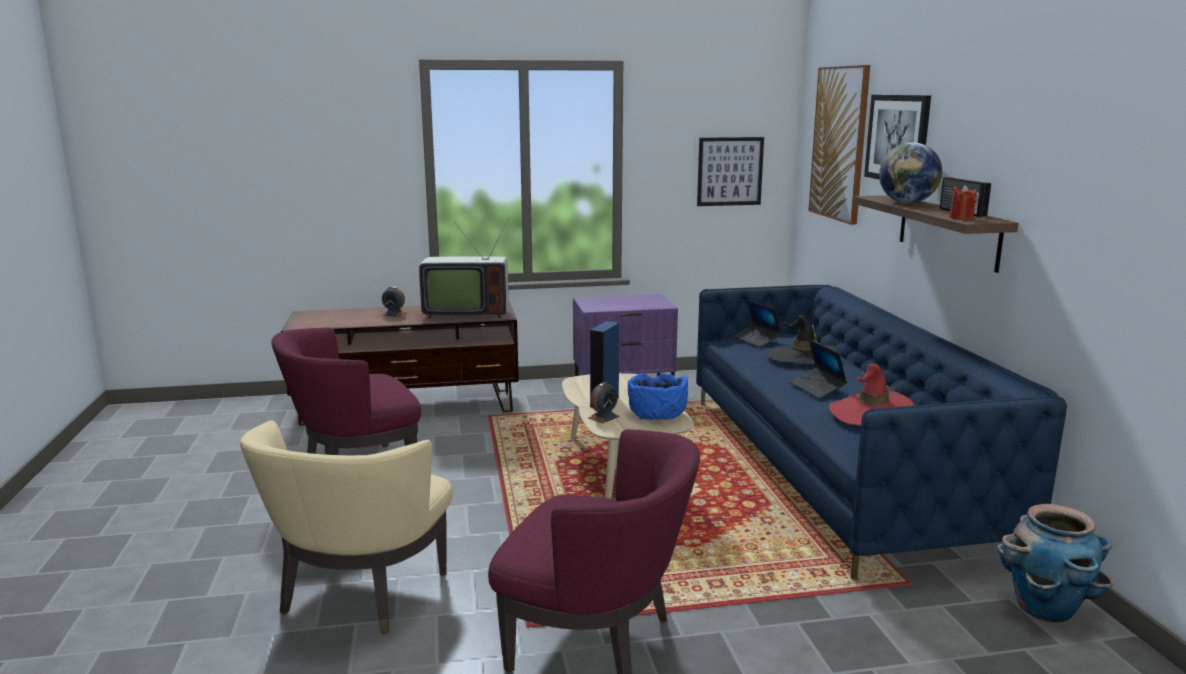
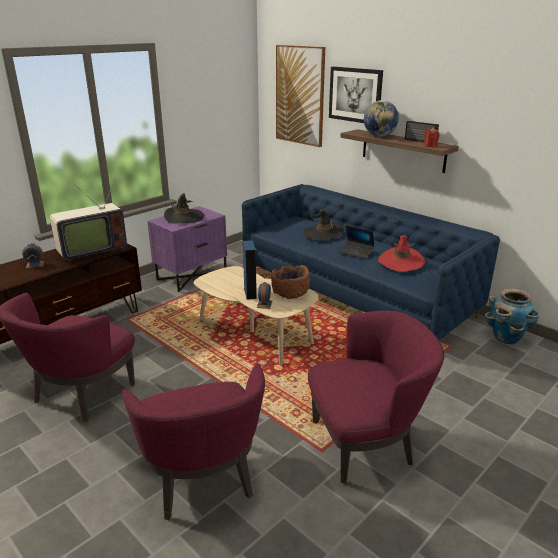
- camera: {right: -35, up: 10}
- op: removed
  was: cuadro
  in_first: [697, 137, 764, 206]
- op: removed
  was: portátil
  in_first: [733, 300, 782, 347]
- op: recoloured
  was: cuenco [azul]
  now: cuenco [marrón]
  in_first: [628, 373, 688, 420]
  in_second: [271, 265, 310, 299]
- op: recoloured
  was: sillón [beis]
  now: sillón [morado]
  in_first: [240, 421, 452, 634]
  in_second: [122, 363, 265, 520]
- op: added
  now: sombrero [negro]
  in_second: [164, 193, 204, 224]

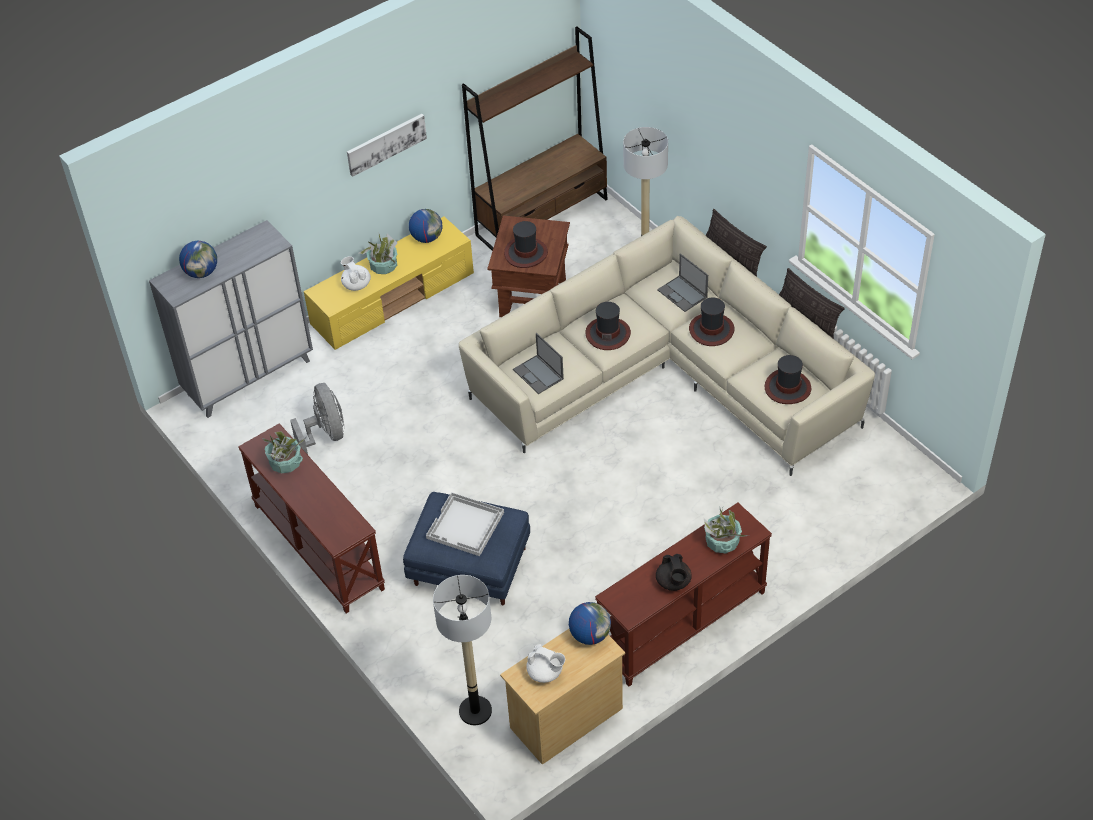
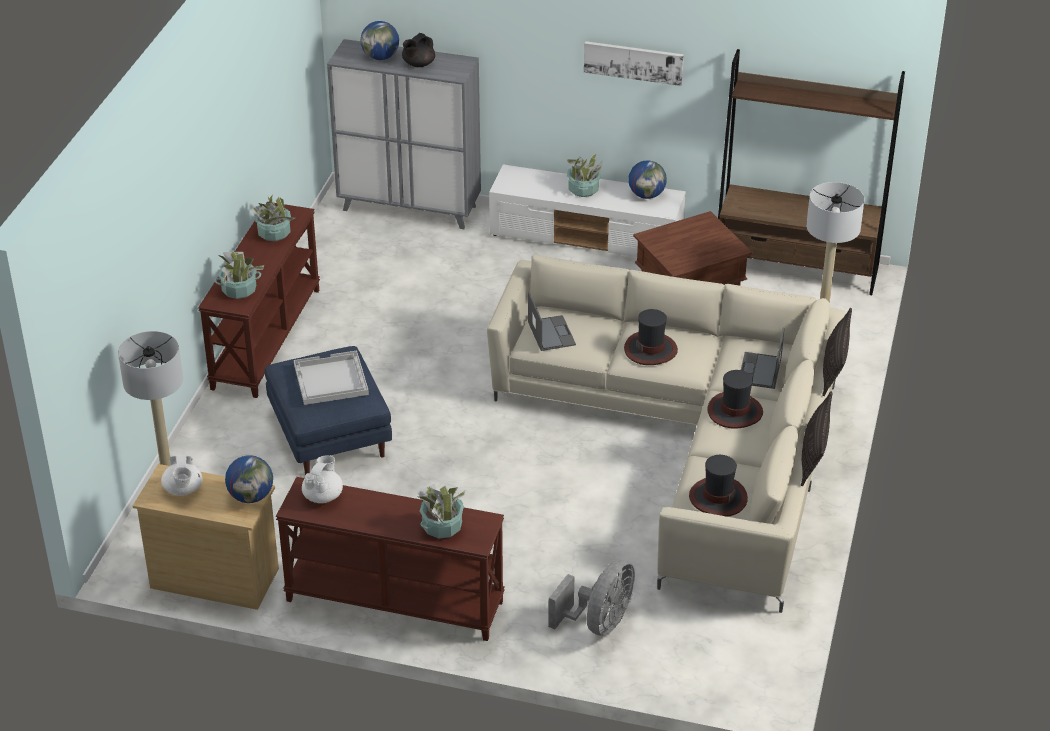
- camera: {right: 50, up: -10}
- op: recoloured
  was: mueble de televisión [amarillo]
  now: mueble de televisión [blanco]
  in_first: [304, 217, 474, 350]
  in_second: [489, 165, 686, 257]
- op: removed
  was: sombrero
  in_first: [504, 221, 548, 268]
- op: moved
  was: tetera [blanco]
  in_first: [341, 256, 371, 291]
  in_second: [302, 456, 343, 503]
- op: turned
  was: portátil
  in_first: [513, 333, 564, 394]
  in_second: [528, 292, 576, 351]
  clockwise: 150
- op: moved
  was: ventilador [gris]
  in_first: [290, 383, 344, 455]
  in_second: [548, 559, 635, 636]
- op: moved
  was: tetera [negro]
  in_first: [656, 554, 692, 591]
  in_second: [402, 33, 435, 67]
- op: added
  now: planta en maceta
  in_second: [215, 250, 264, 299]

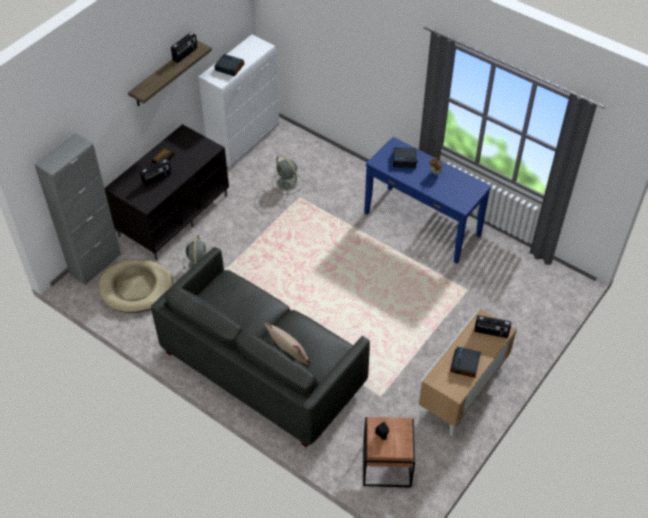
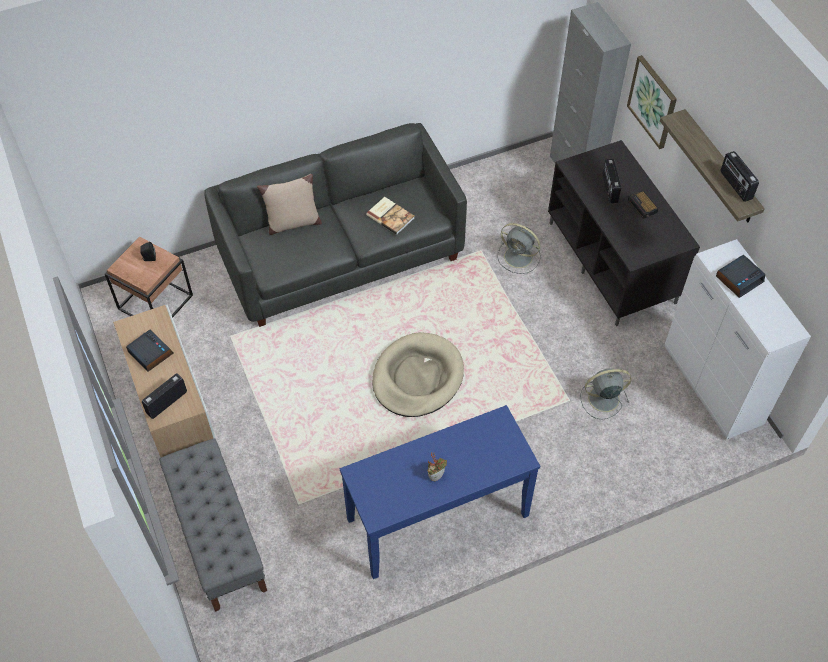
- camera: {right: 120, up: 5}
- op: removed
  was: despertador
  in_first: [393, 147, 417, 168]
- op: moved
  was: cama para perro [beis]
  in_first: [99, 259, 173, 313]
  in_second: [372, 332, 464, 417]
- op: added
  now: cuadro
  in_second: [627, 55, 677, 149]
- op: added
  now: libro
  in_second: [366, 197, 415, 235]
- op: added
  now: banco [gris]
  in_second: [159, 438, 267, 612]

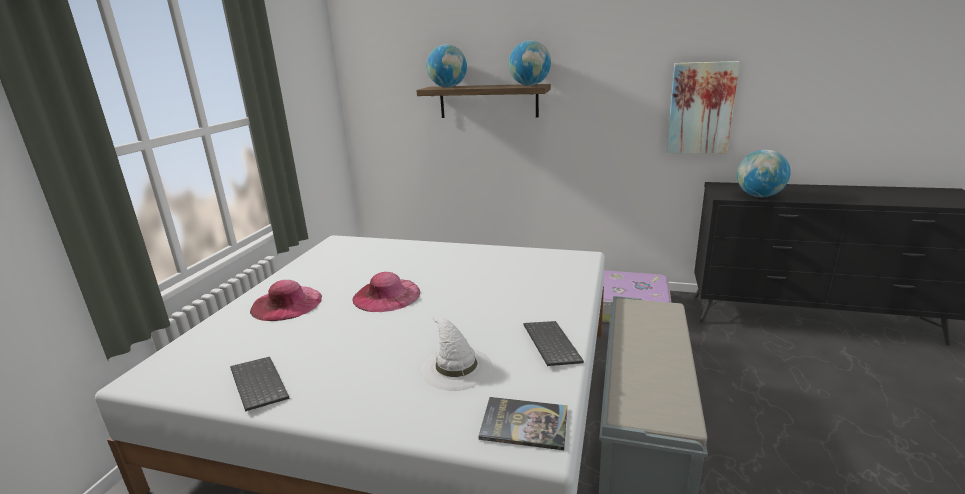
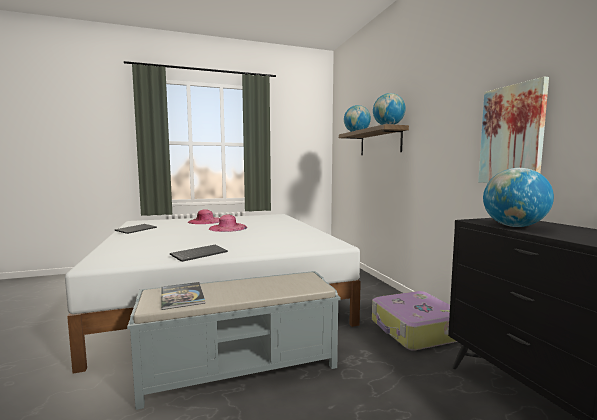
- camera: {right: 55, up: -15}
- op: removed
  was: sombrero [blanco]
  in_first: [421, 317, 492, 391]
- op: moved
  was: libro
  in_first: [479, 397, 567, 450]
  in_second: [161, 282, 205, 310]

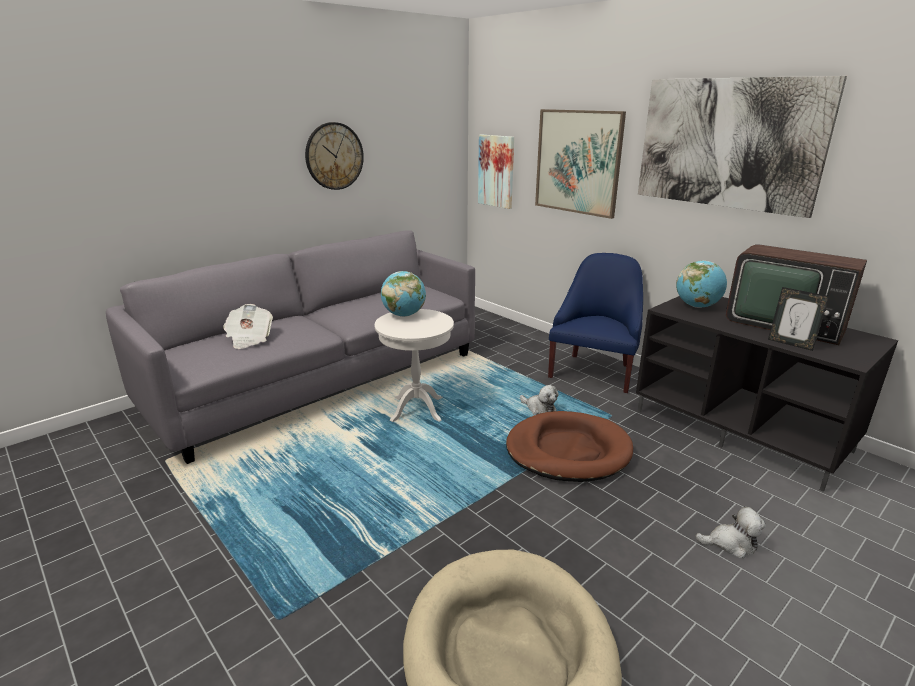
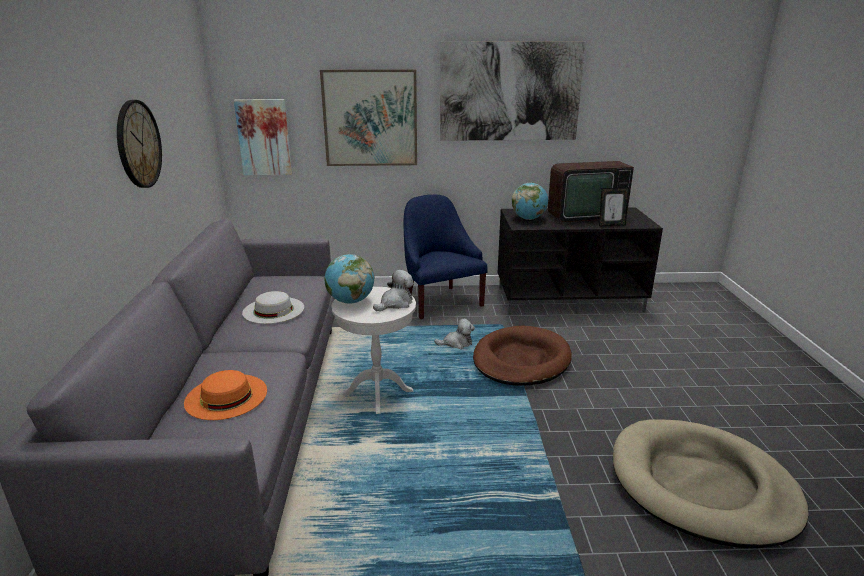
- camera: {right: -50, up: 0}
- op: replaced
  was: periódico
  now: sombrero [naranja]
  in_first: [223, 304, 273, 349]
  in_second: [184, 370, 267, 420]
- op: moved
  was: peluche
  in_first: [695, 507, 766, 558]
  in_second: [373, 270, 414, 311]
- op: added
  now: sombrero [blanco]
  in_second: [242, 291, 304, 324]

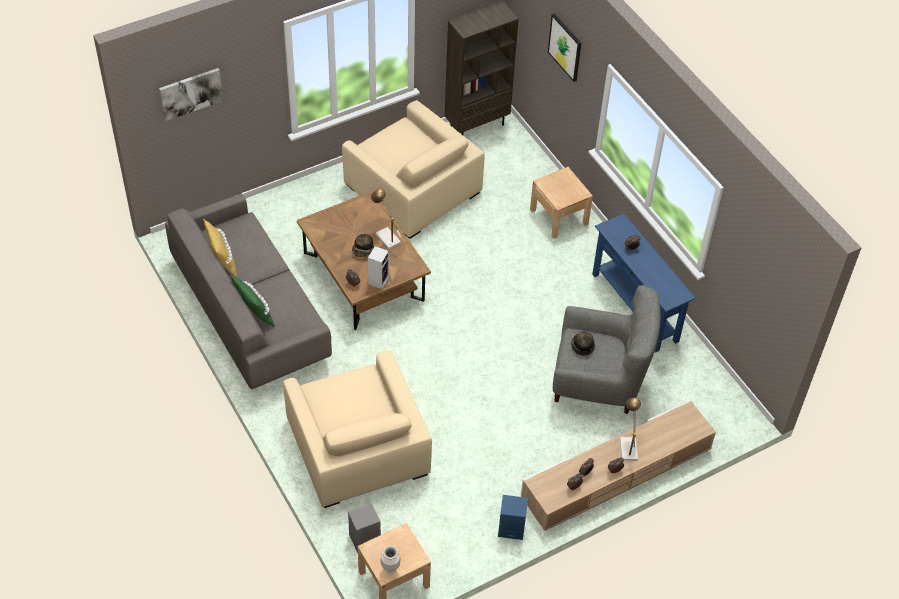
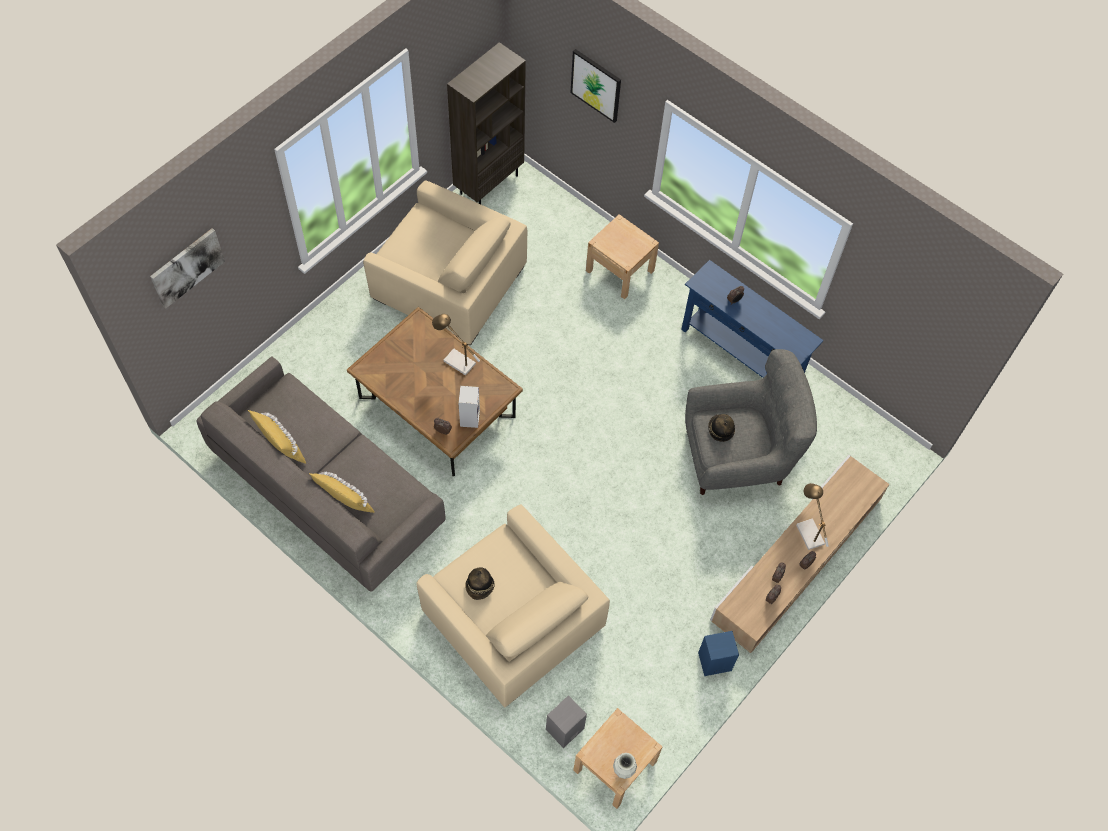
- camera: {right: -20, up: 10}
- op: moved
  was: sombrero
  in_first: [352, 234, 375, 257]
  in_second: [465, 567, 495, 600]
- op: recoloured
  was: cojín [verde]
  now: cojín [amarillo]
  in_first: [230, 275, 275, 327]
  in_second: [309, 471, 375, 513]

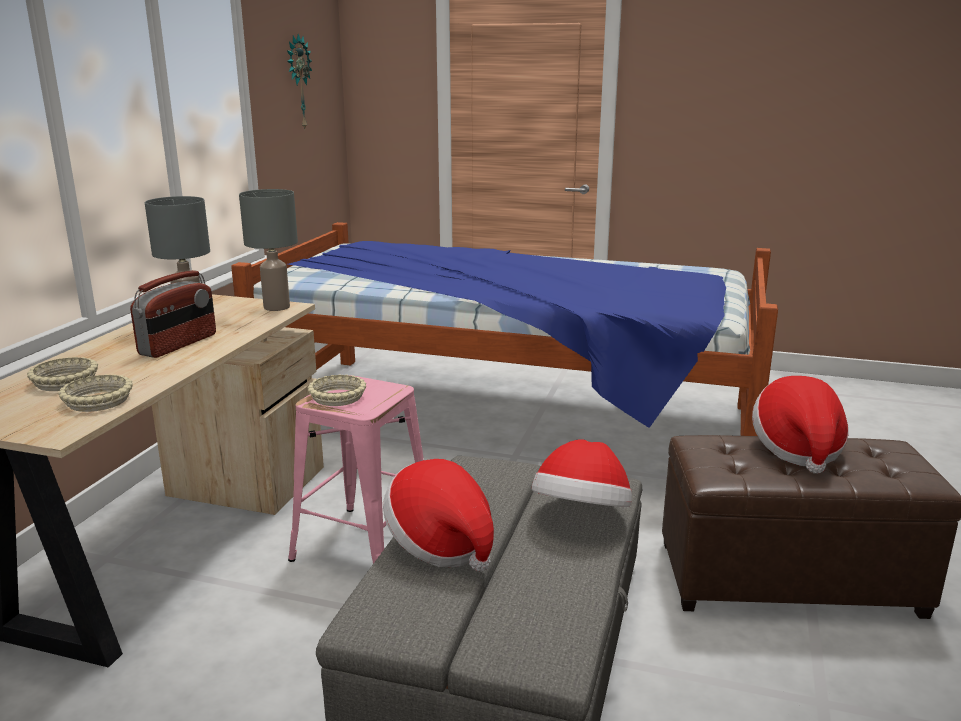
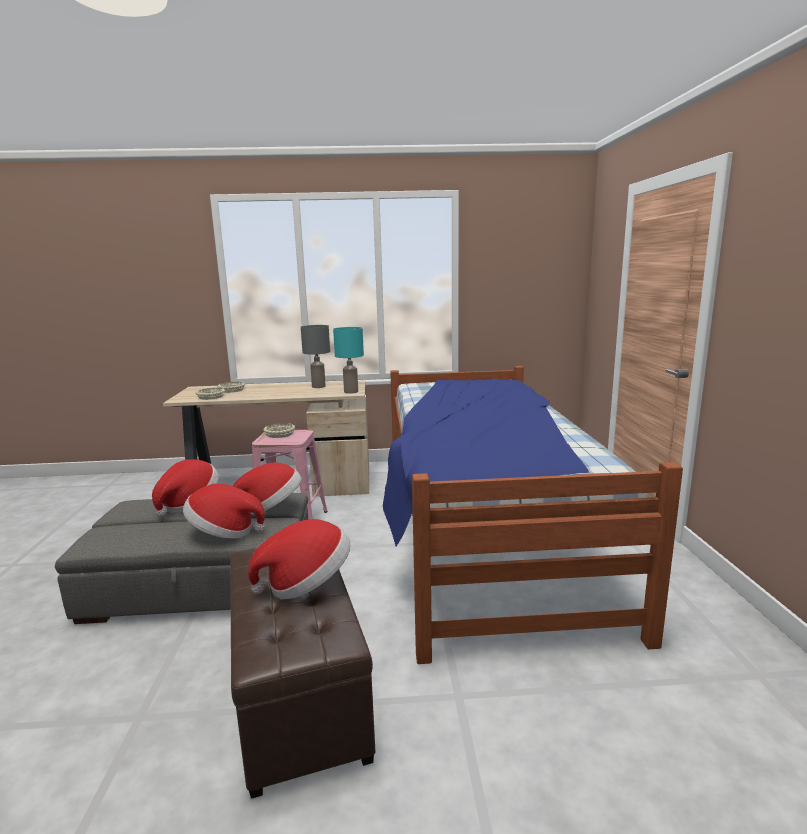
- camera: {right: 70, up: -5}
- op: removed
  was: reloj de pared
  in_first: [287, 34, 312, 129]
- op: recoloured
  was: lámpara de mesa [gris]
  now: lámpara de mesa [turquesa]
  in_first: [239, 189, 298, 311]
  in_second: [333, 327, 364, 394]
- op: removed
  was: radio
  in_first: [130, 270, 216, 358]
- op: added
  now: sombrero
  in_second: [233, 462, 301, 515]

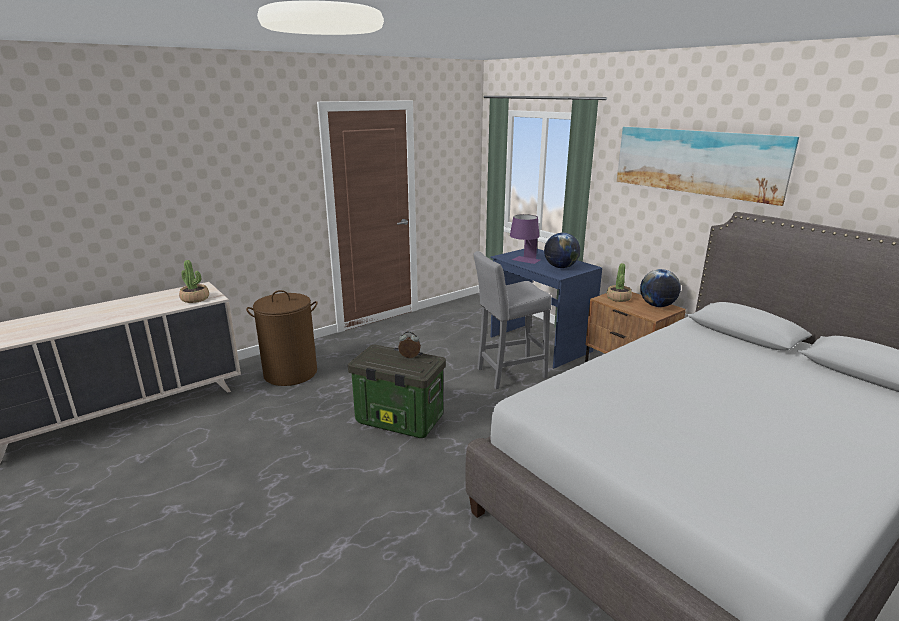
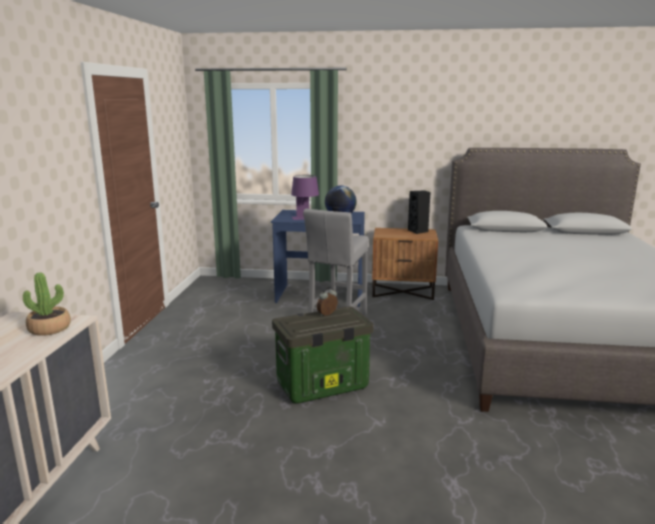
- camera: {right: -45, up: -5}
- op: removed
  was: cuadro
  in_first: [617, 127, 799, 206]
- op: removed
  was: planta en maceta
  in_first: [607, 263, 632, 302]
- op: replaced
  was: globo terráqueo
  now: altavoz [negro]
  in_first: [640, 269, 681, 307]
  in_second: [408, 190, 431, 234]
- op: removed
  was: cesto de la ropa [marrón]
  in_first: [246, 290, 318, 386]

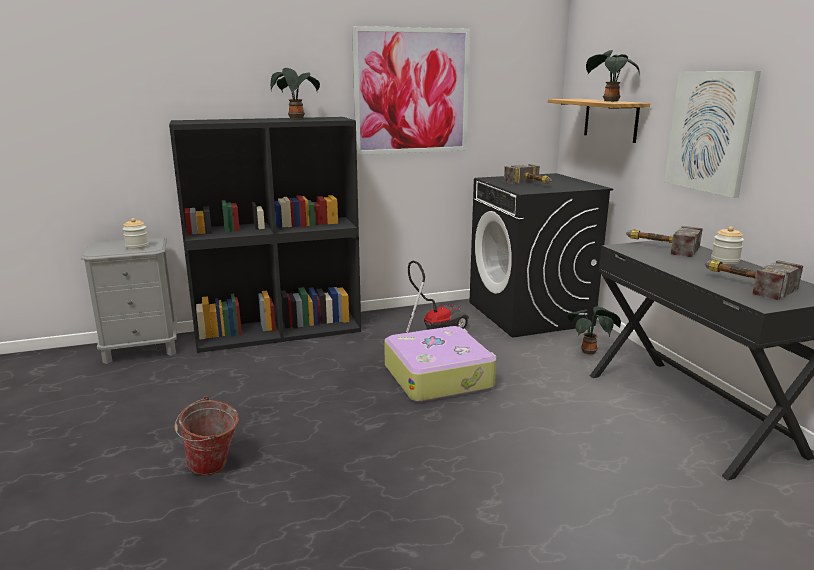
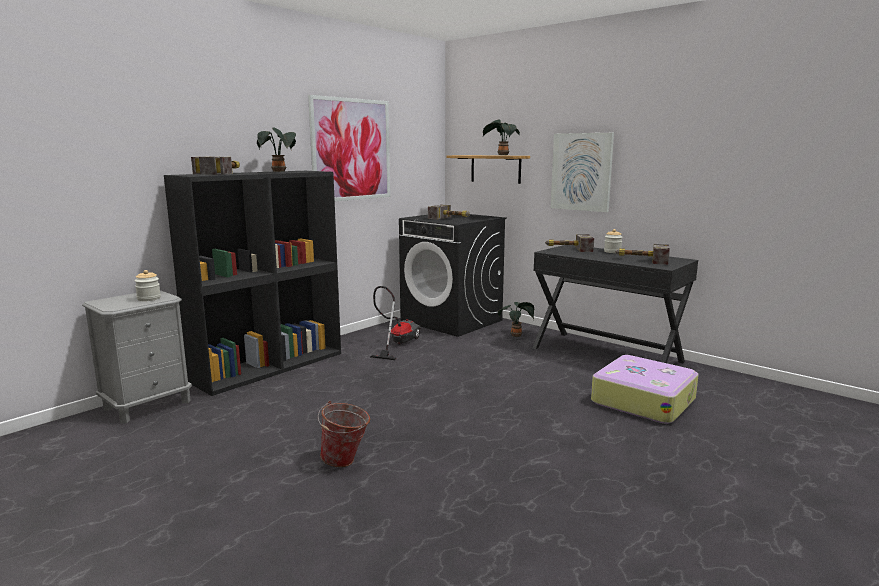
- camera: {right: -30, up: -5}
- op: moved
  was: maleta
  in_first: [384, 326, 497, 402]
  in_second: [591, 355, 699, 424]
- op: added
  now: martillo
  in_second: [191, 157, 240, 175]

